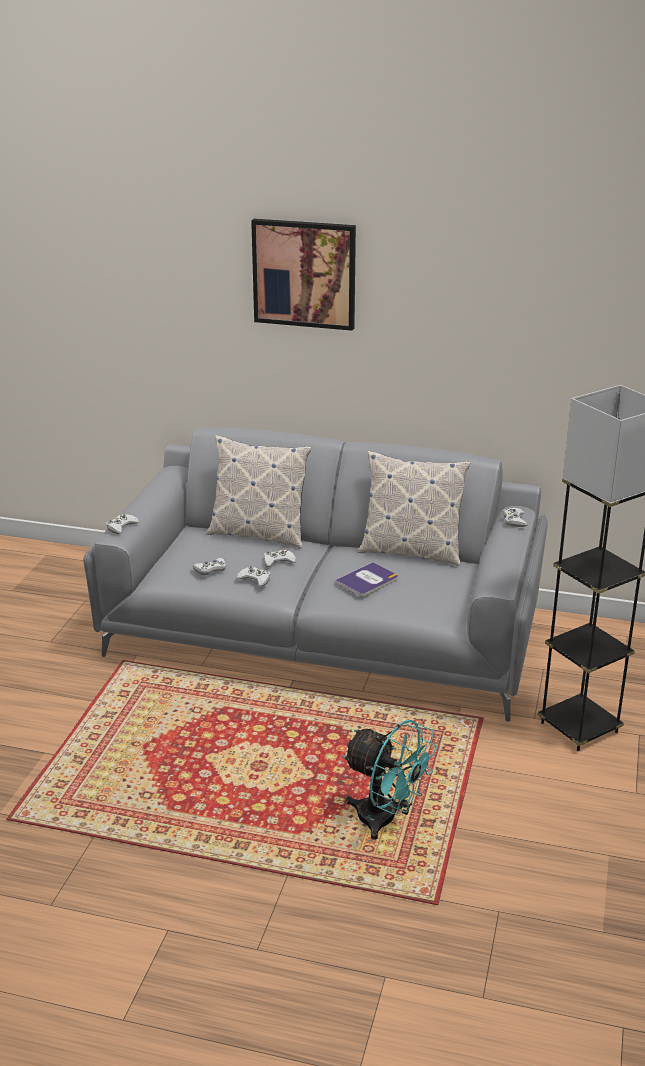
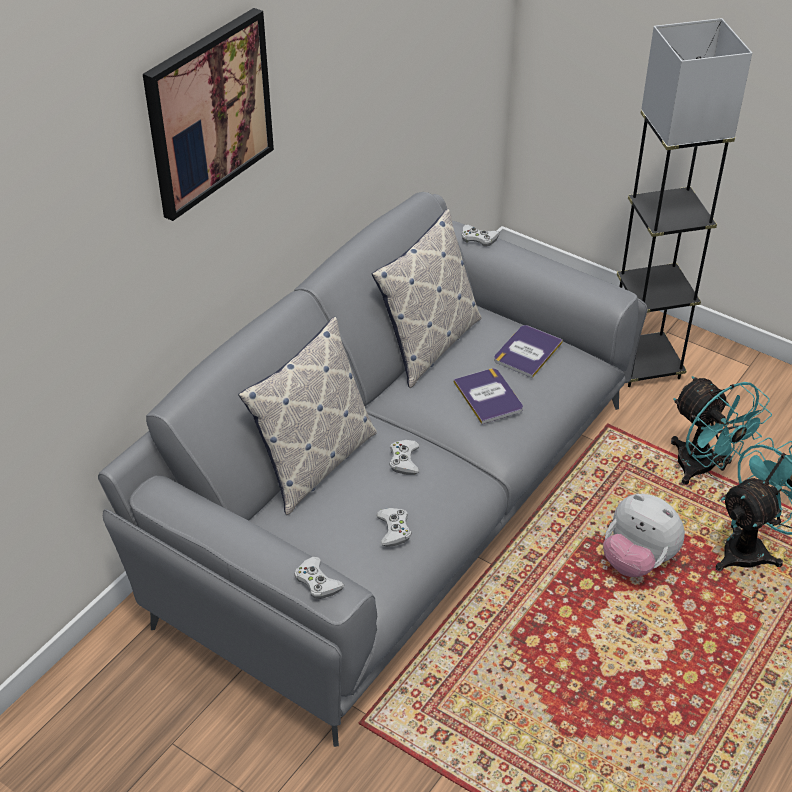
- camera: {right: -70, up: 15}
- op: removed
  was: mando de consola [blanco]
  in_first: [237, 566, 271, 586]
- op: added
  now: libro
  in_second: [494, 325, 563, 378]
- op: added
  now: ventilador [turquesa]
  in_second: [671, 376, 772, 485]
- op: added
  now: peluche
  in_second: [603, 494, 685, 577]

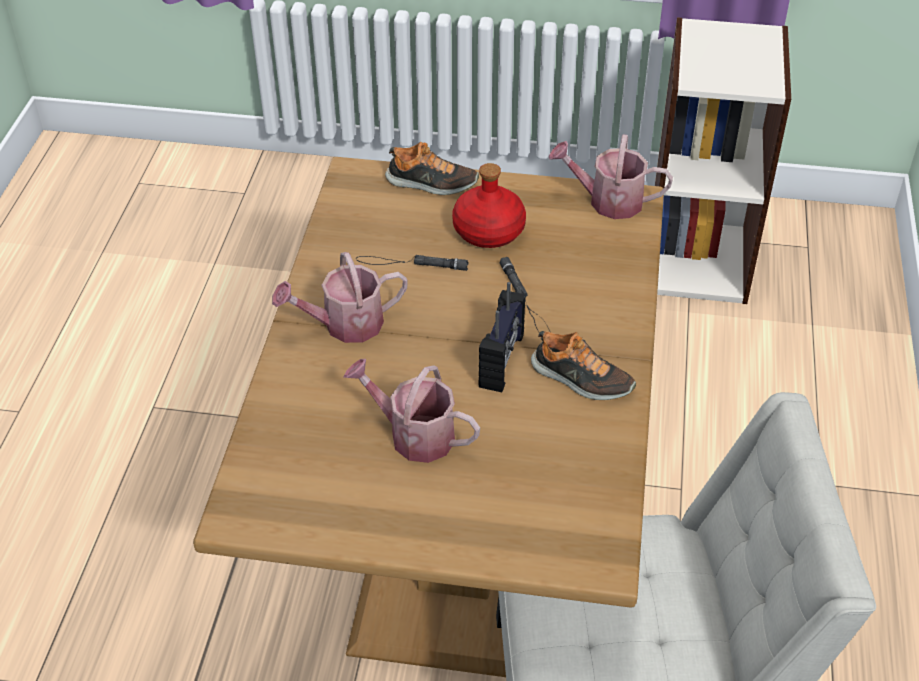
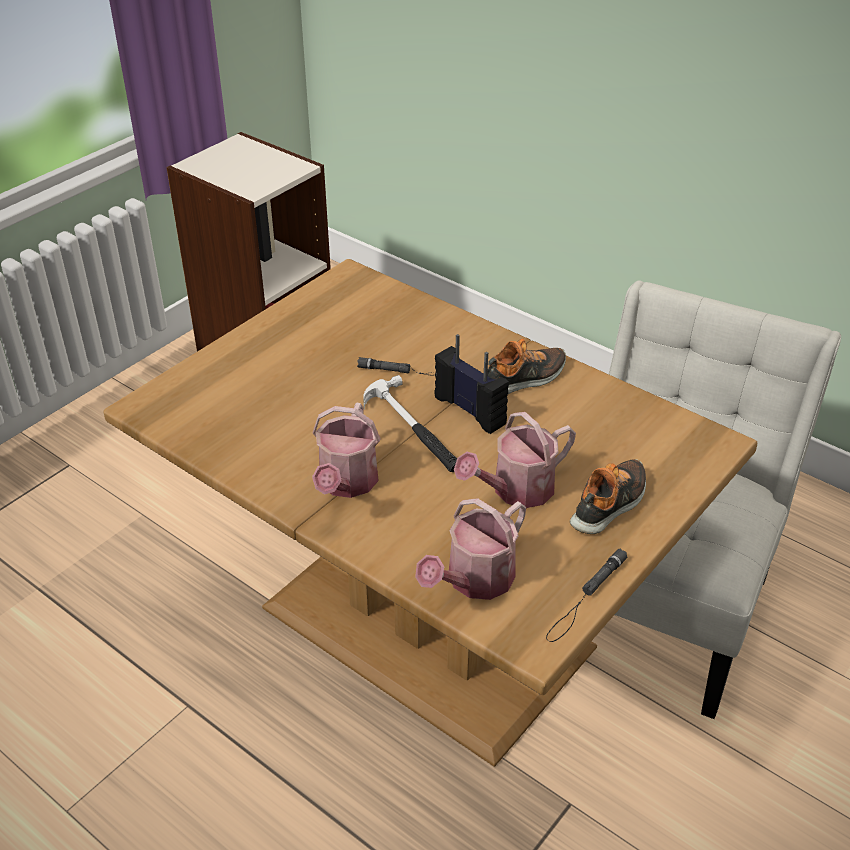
- camera: {right: -60, up: -5}
- op: moved
  was: regadera
  in_first: [548, 134, 673, 219]
  in_second: [415, 498, 526, 600]
- op: moved
  was: zapato
  in_first: [385, 142, 479, 195]
  in_second: [570, 459, 646, 534]
- op: removed
  was: botella [rojo]
  in_first: [452, 163, 526, 248]
- op: moved
  was: linterna [negro]
  in_first: [356, 255, 469, 271]
  in_second: [546, 549, 627, 642]
- op: added
  now: martillo
  in_second: [363, 375, 457, 472]

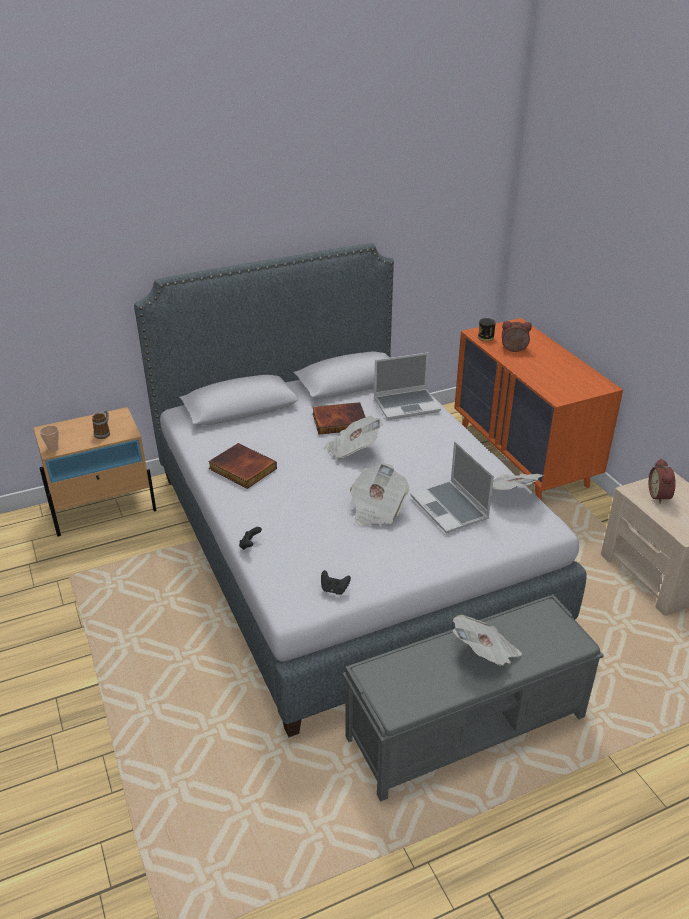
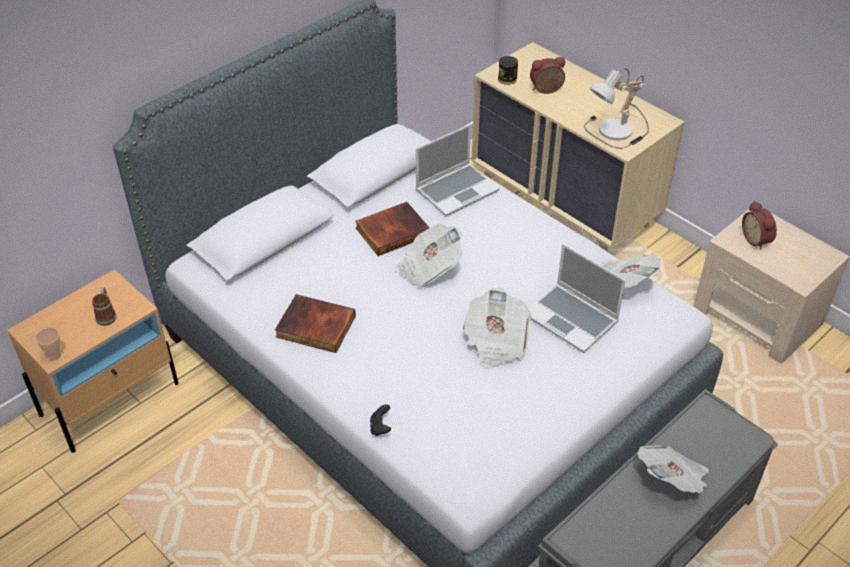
- camera: {right: -20, up: 10}
- op: recoloured
  was: cómoda [naranja]
  now: cómoda [beis]
  in_first: [454, 318, 623, 501]
  in_second: [471, 42, 685, 252]
- op: removed
  was: mando de consola [negro]
  in_first: [321, 570, 351, 595]
- op: added
  now: lámpara de mesa
  in_second: [584, 68, 649, 149]

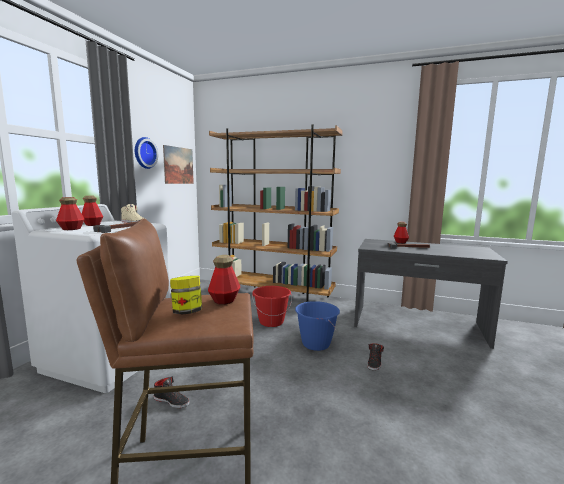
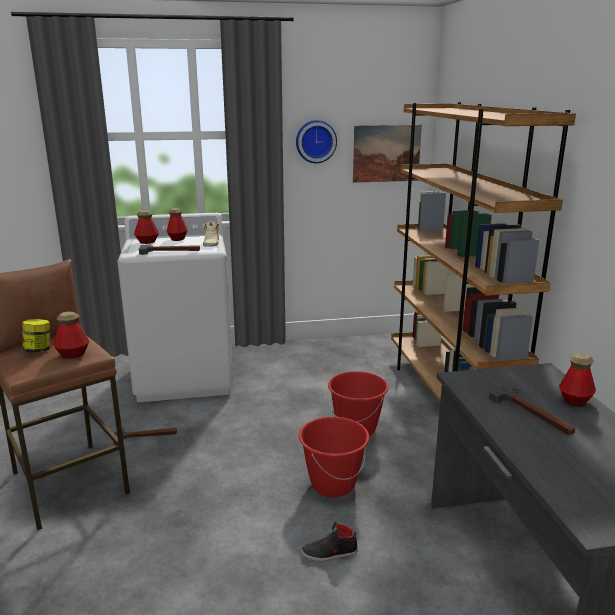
- camera: {right: 60, up: 10}
- op: recoloured
  was: cubo [azul]
  now: cubo [rojo]
  in_first: [295, 301, 340, 351]
  in_second: [299, 417, 369, 497]
- op: replaced
  was: zapato [negro]
  now: martillo
  in_first: [154, 376, 190, 408]
  in_second: [113, 428, 177, 445]

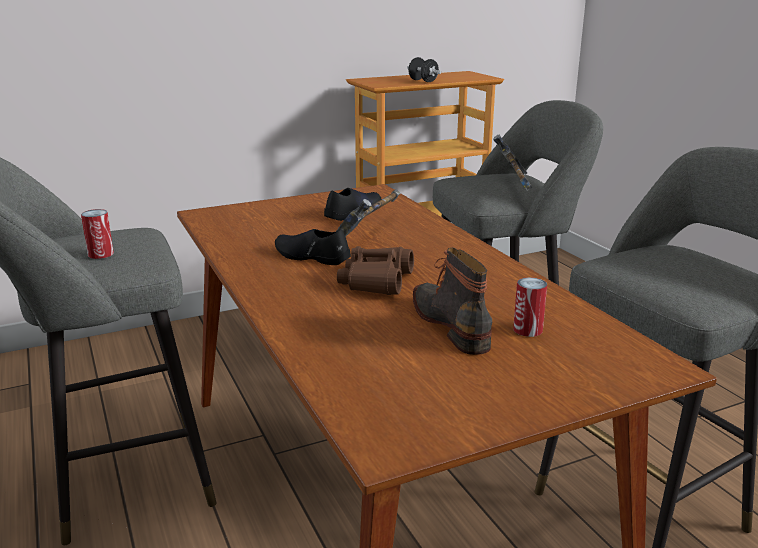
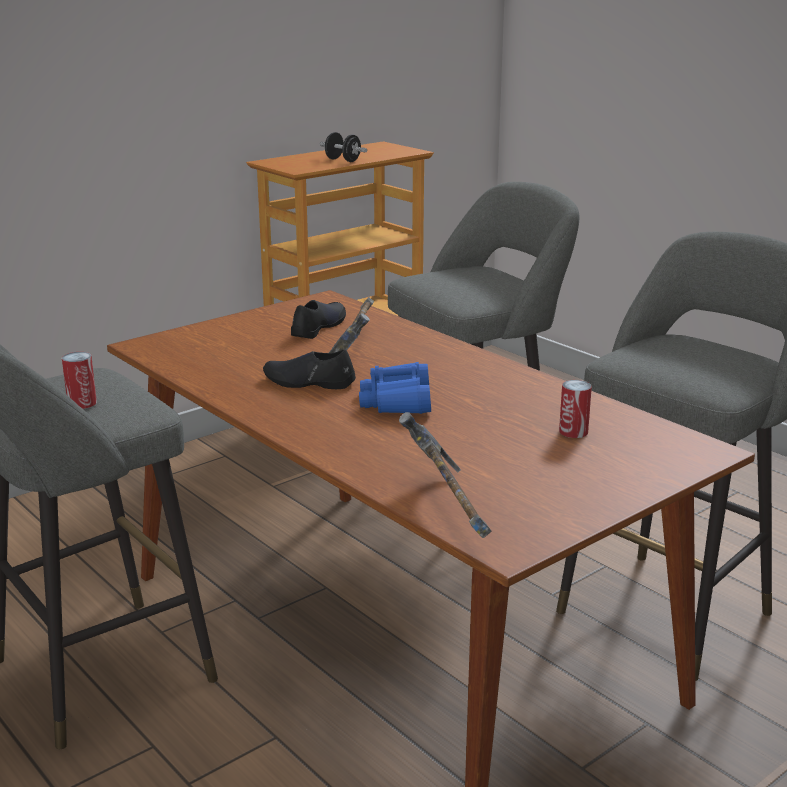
- camera: {right: -15, up: 0}
- op: moved
  was: martillo
  in_first: [493, 135, 532, 191]
  in_second: [399, 412, 491, 538]
- op: recoloured
  was: prismáticos [marrón]
  now: prismáticos [azul]
  in_first: [337, 246, 414, 295]
  in_second: [359, 362, 431, 414]
- op: removed
  was: bota
  in_first: [413, 248, 492, 355]

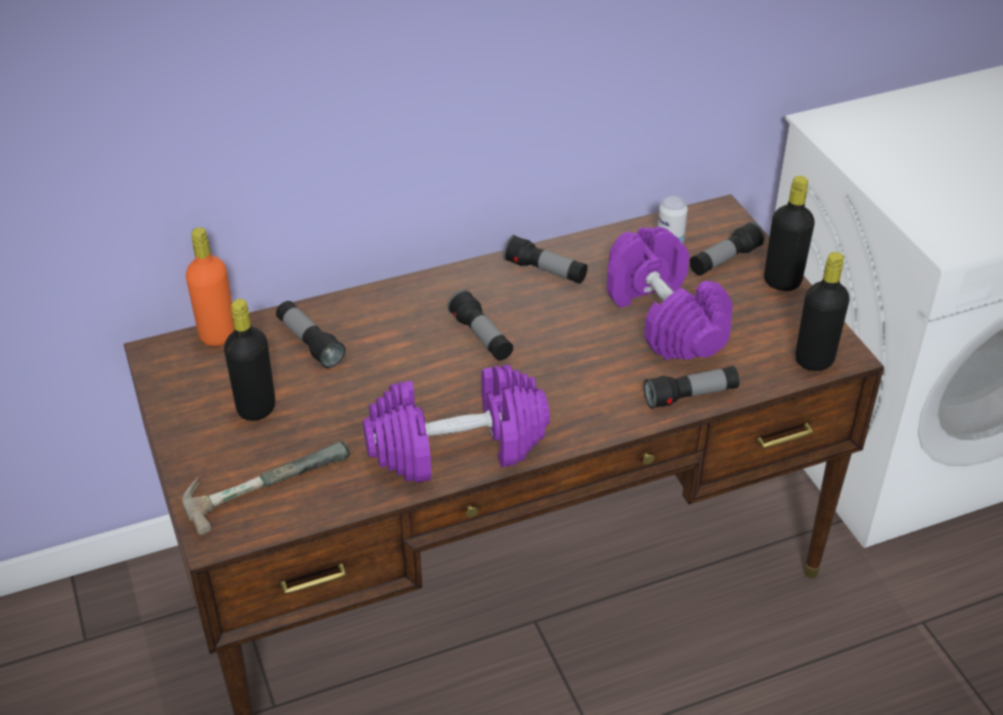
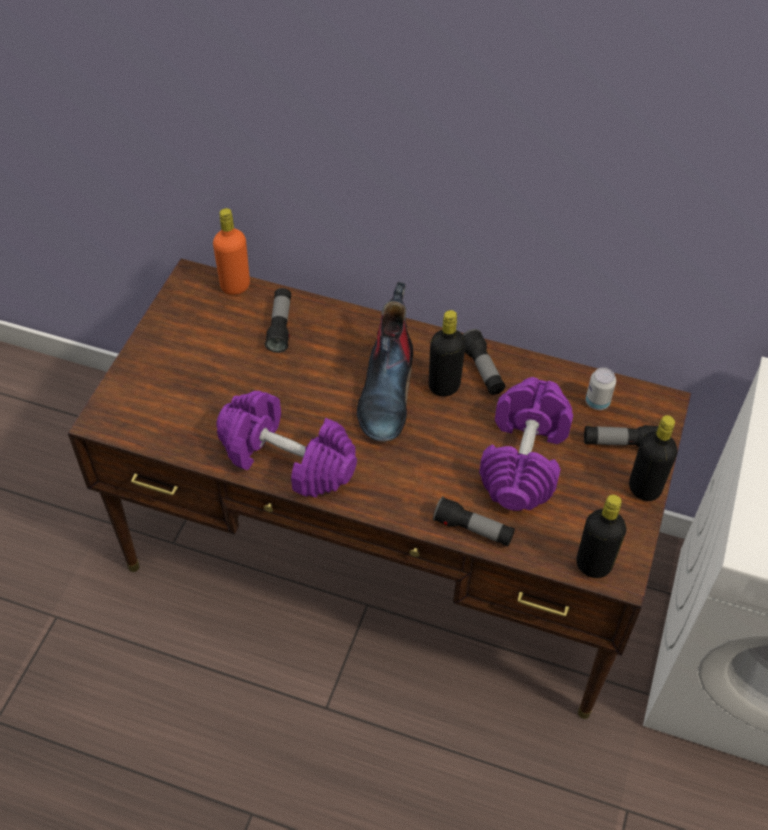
- camera: {right: 40, up: 10}
- op: replaced
  was: linterna
  now: bota
  in_first: [447, 290, 513, 360]
  in_second: [356, 282, 413, 442]
- op: moved
  was: botella [negro]
  in_first: [224, 299, 275, 421]
  in_second: [429, 310, 466, 396]
- op: removed
  was: martillo
  in_first: [182, 440, 350, 535]

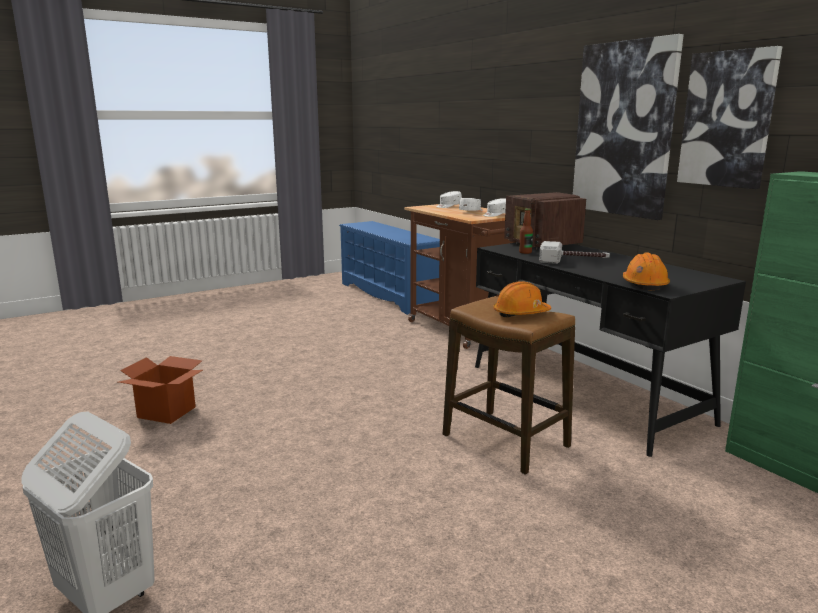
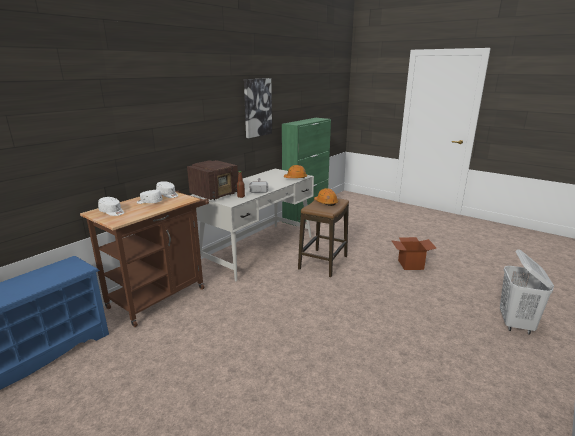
- camera: {right: -110, up: 5}
- op: removed
  was: cuadro
  in_first: [573, 34, 684, 220]
- op: recoloured
  was: escritorio [negro]
  now: escritorio [blanco]
  in_first: [475, 242, 746, 457]
  in_second: [190, 169, 314, 282]
- op: moved
  was: caja de cartón
  in_first: [119, 356, 203, 424]
  in_second: [391, 237, 436, 270]

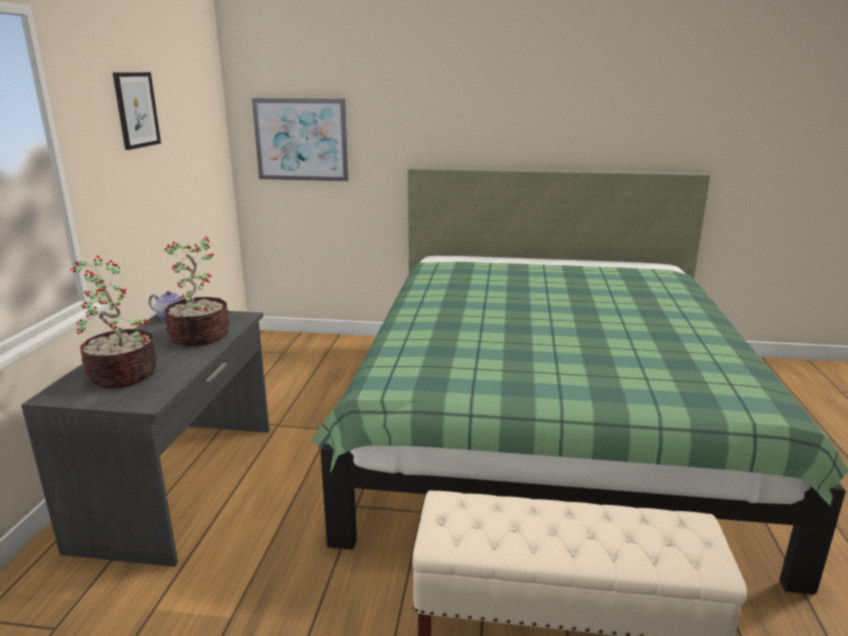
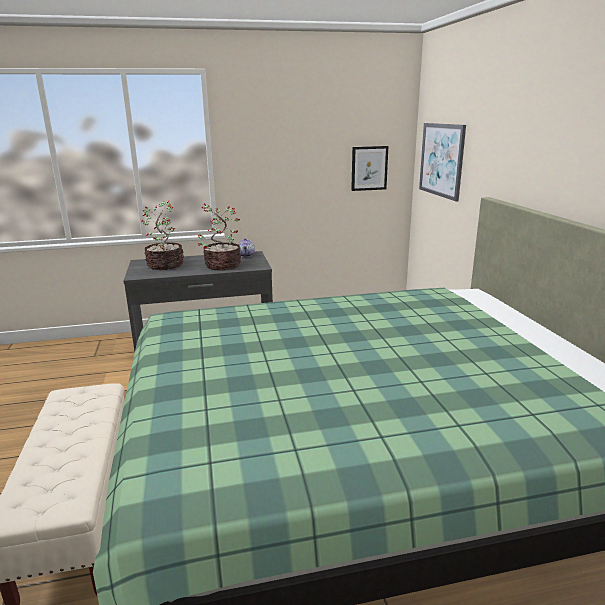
- camera: {right: 70, up: 0}
- op: moved
  was: cuadro
  in_first: [113, 72, 161, 150]
  in_second: [351, 146, 388, 191]

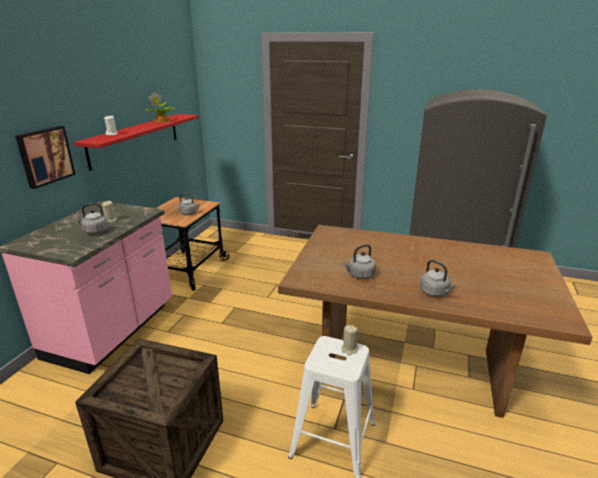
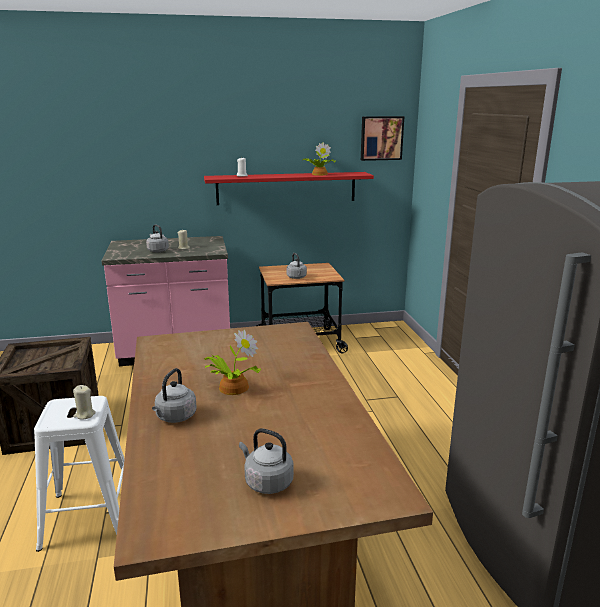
- camera: {right: 60, up: -5}
- op: moved
  was: cuadro
  in_first: [15, 126, 76, 189]
  in_second: [361, 116, 404, 161]
- op: moved
  was: hervidor [gris]
  in_first: [343, 244, 376, 279]
  in_second: [239, 428, 294, 494]
- op: added
  now: planta en maceta
  in_second: [204, 330, 261, 395]

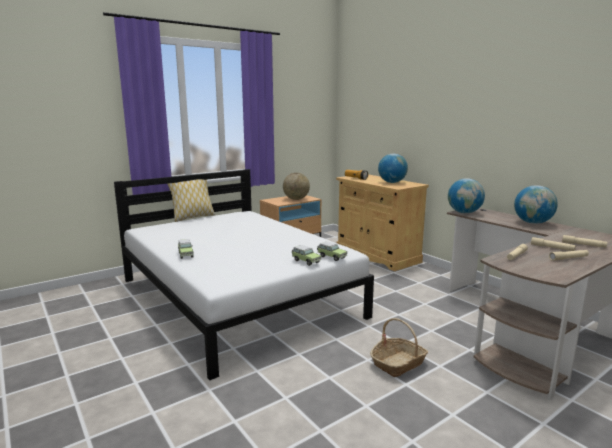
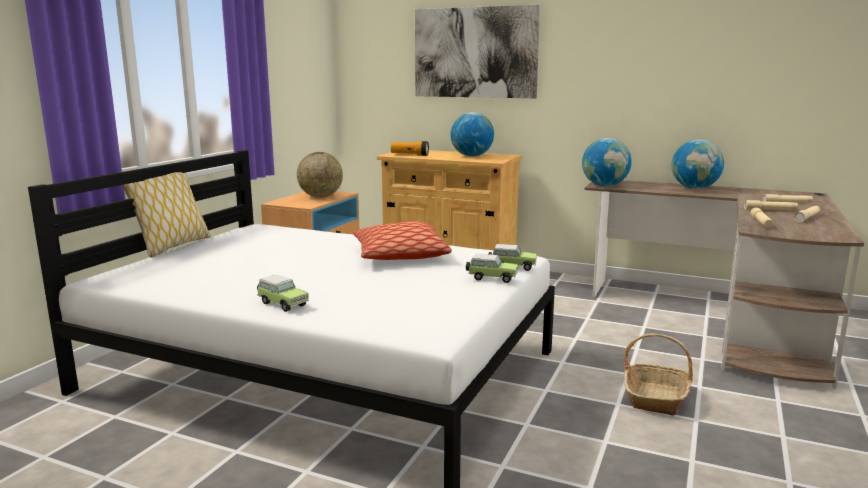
- camera: {right: -30, up: 0}
- op: added
  now: cuadro
  in_second: [415, 5, 540, 98]
- op: added
  now: cojín
  in_second: [353, 221, 452, 260]

